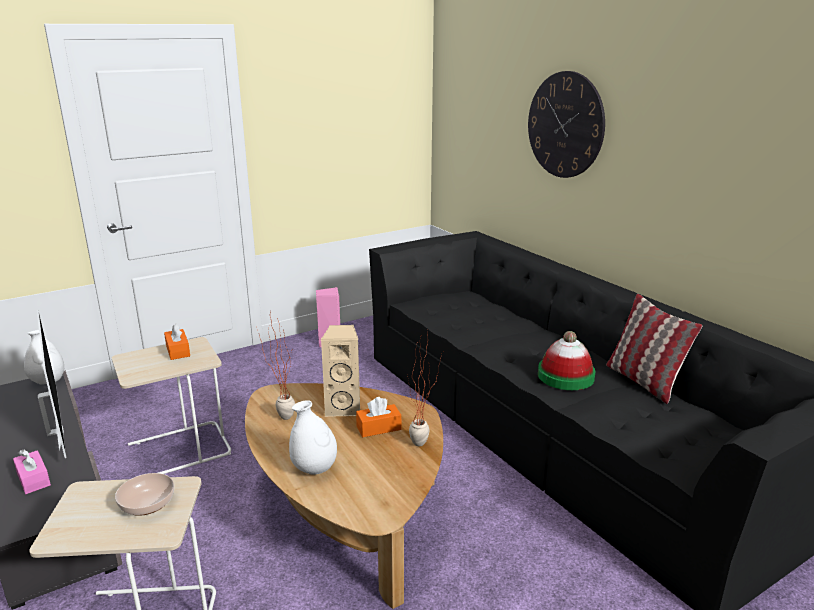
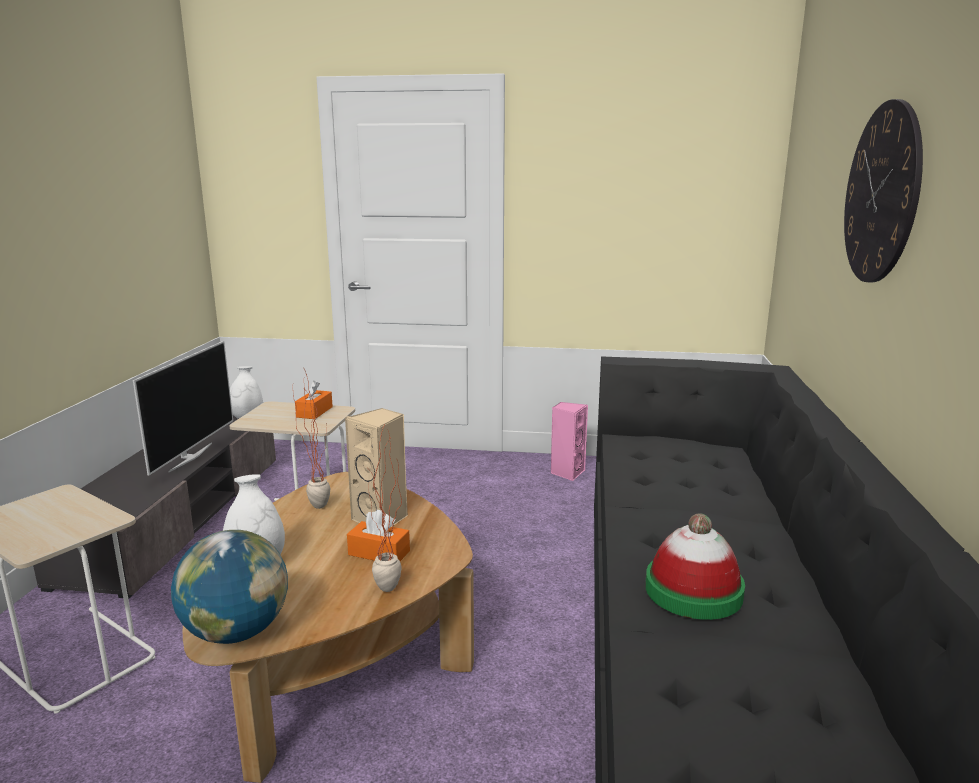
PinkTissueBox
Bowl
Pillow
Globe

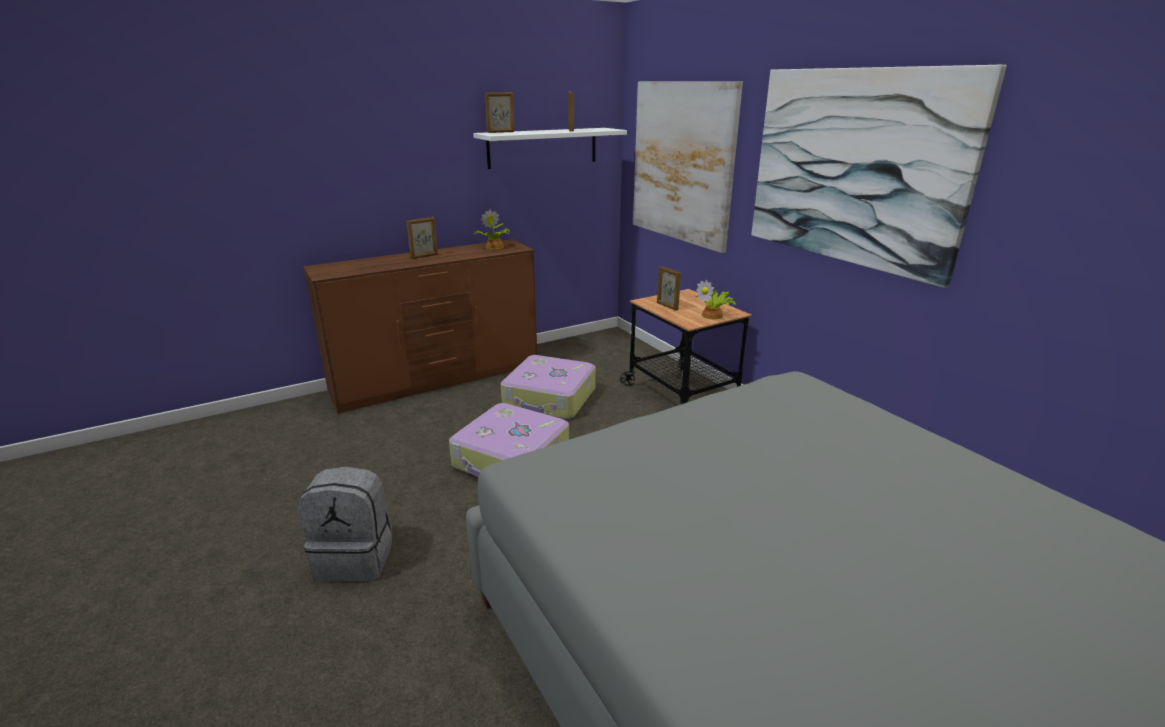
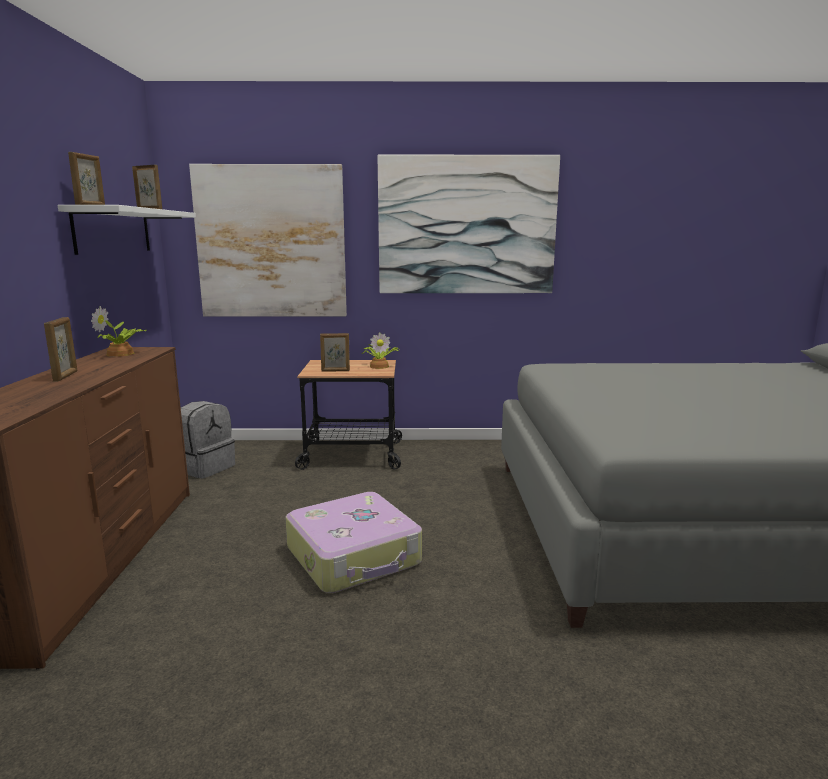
Suitcase (no. 2 from left in the first image)
GreyBackpack

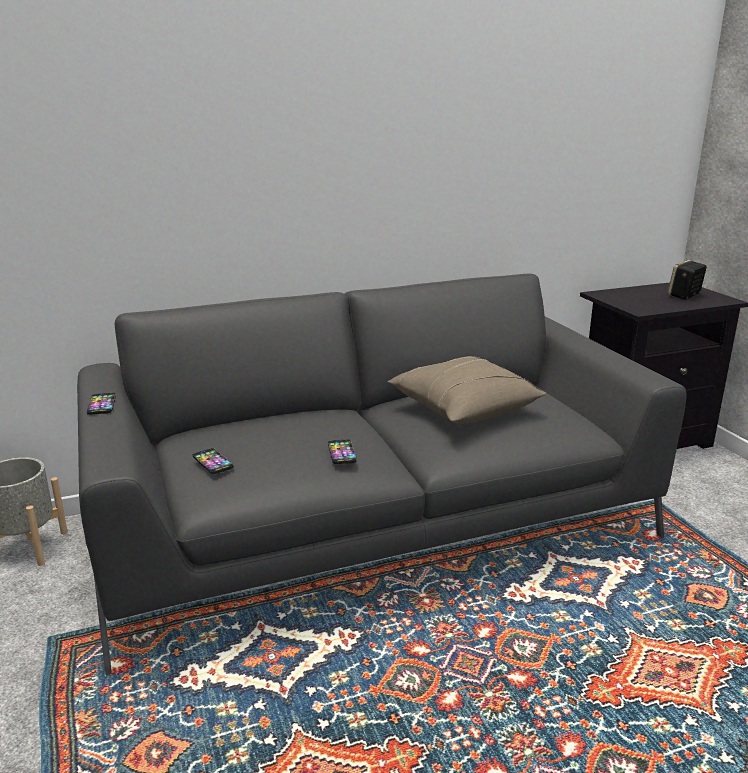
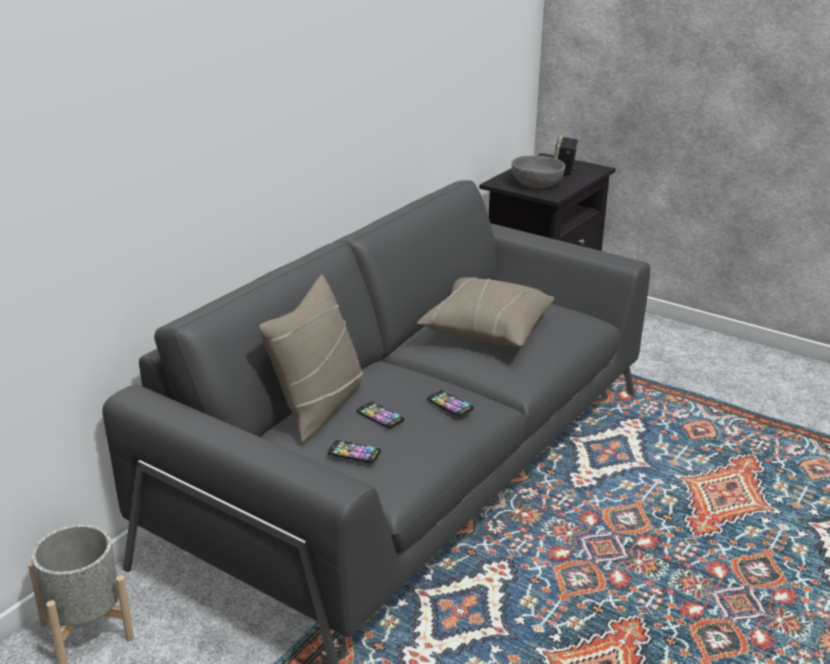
BeigePillow (no. 1 from left)
GreyBowl
Phone (no. 2 from left)

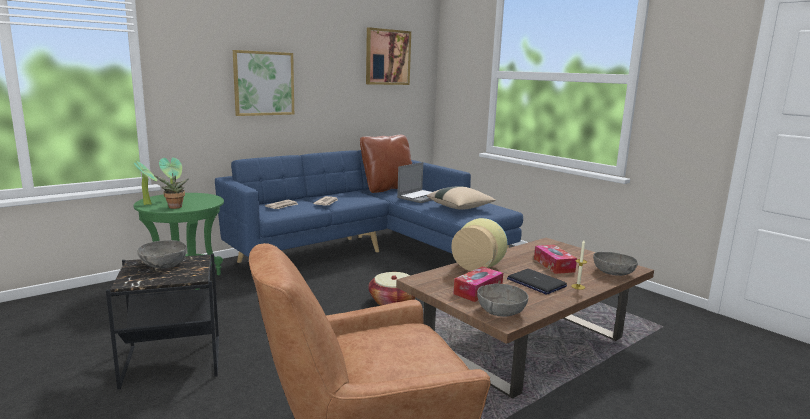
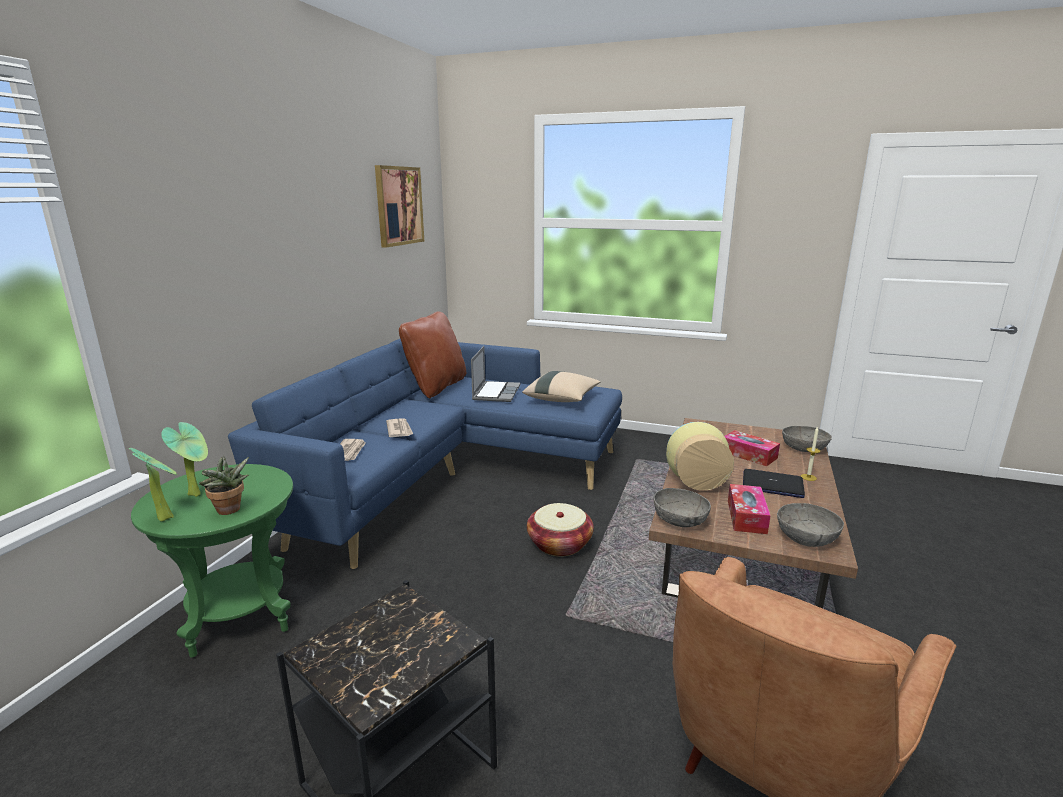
Picture (no. 1 from left in the first image)
GreyBowl (no. 1 from left)

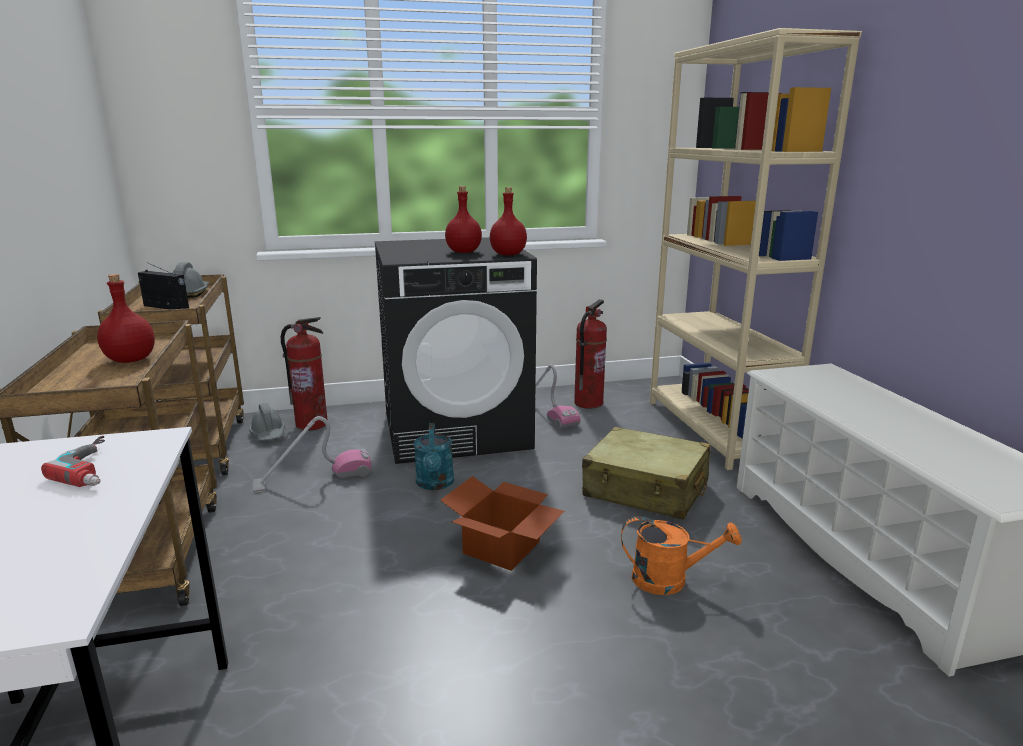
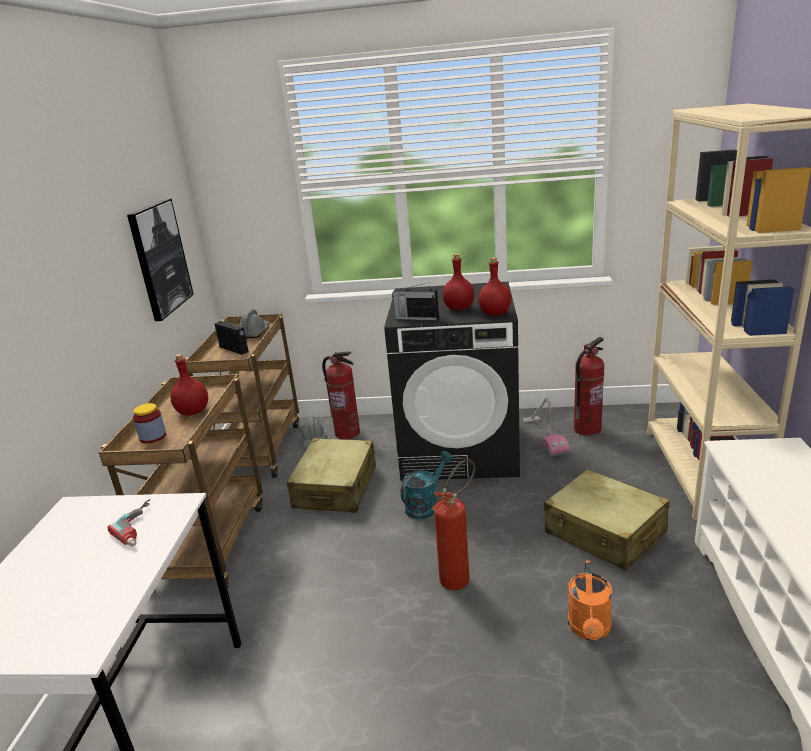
Picture
Jar
Radio (no. 2 from left)
BeigeSuitcase (no. 1 from left)
FireExtinguisher (no. 2 from left)
TurquoiseWateringCan
OrangeWateringCan

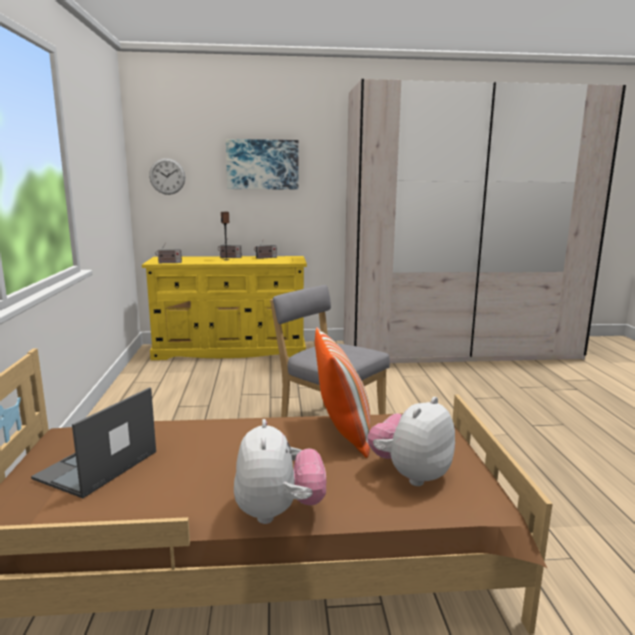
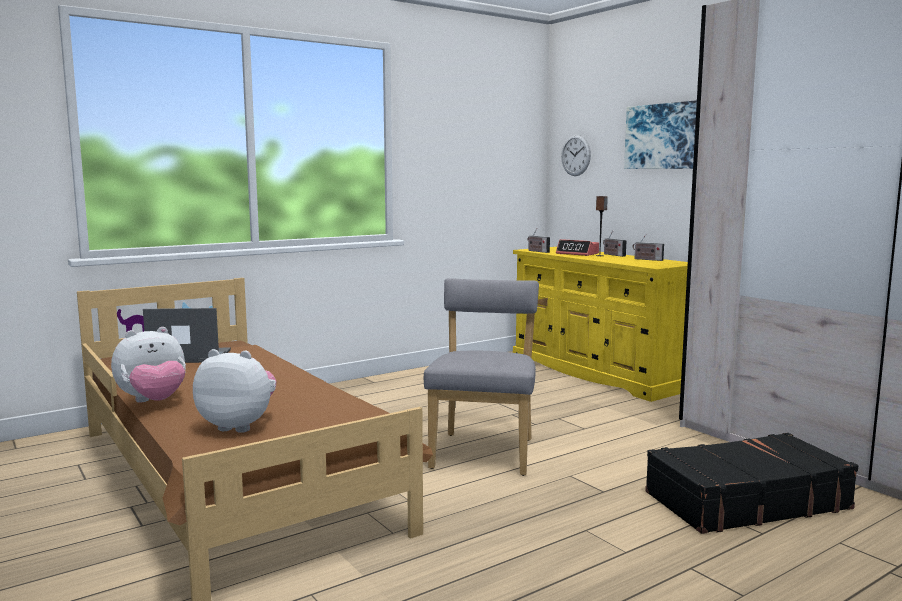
Pillow
AlarmClock
BlackSuitcase

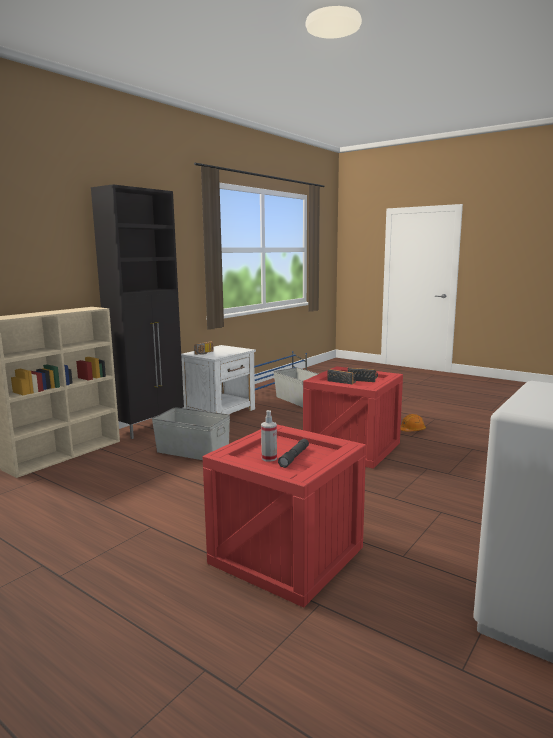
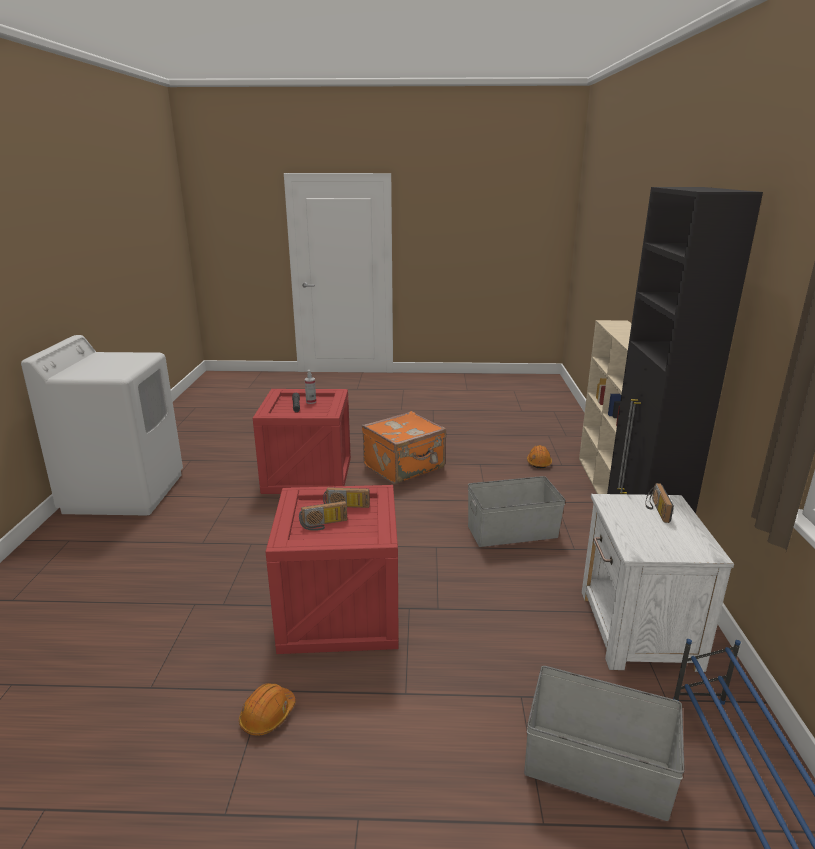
OrangeSuitcase
OrangeHardHat (no. 2 from left)

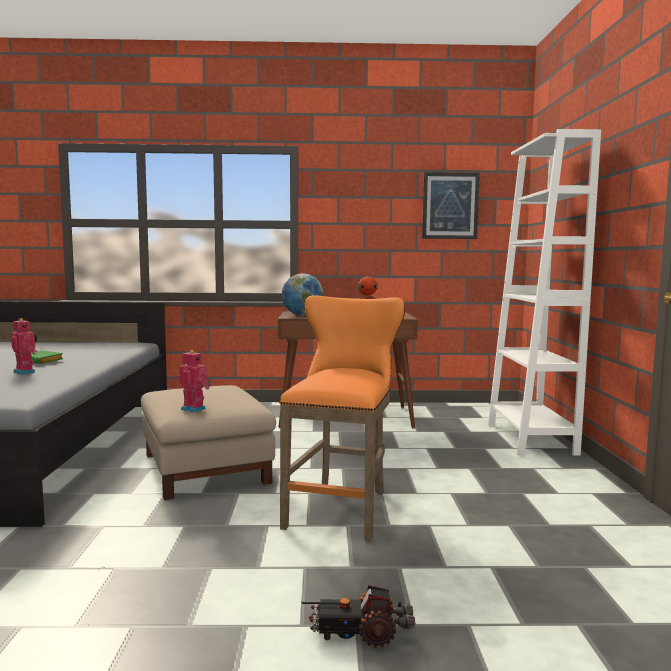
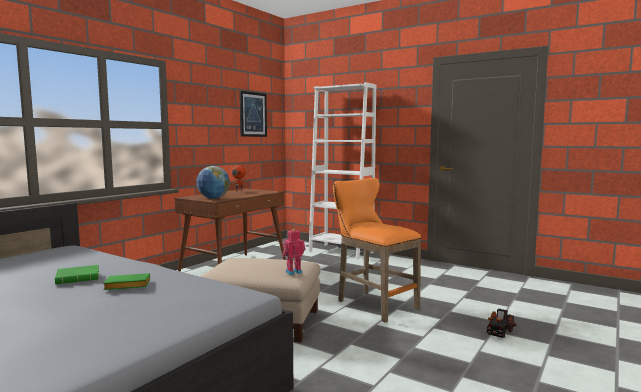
GreenBook (no. 2 from left)

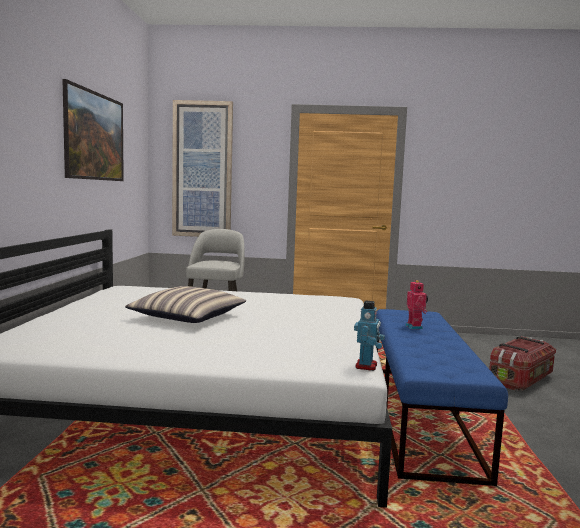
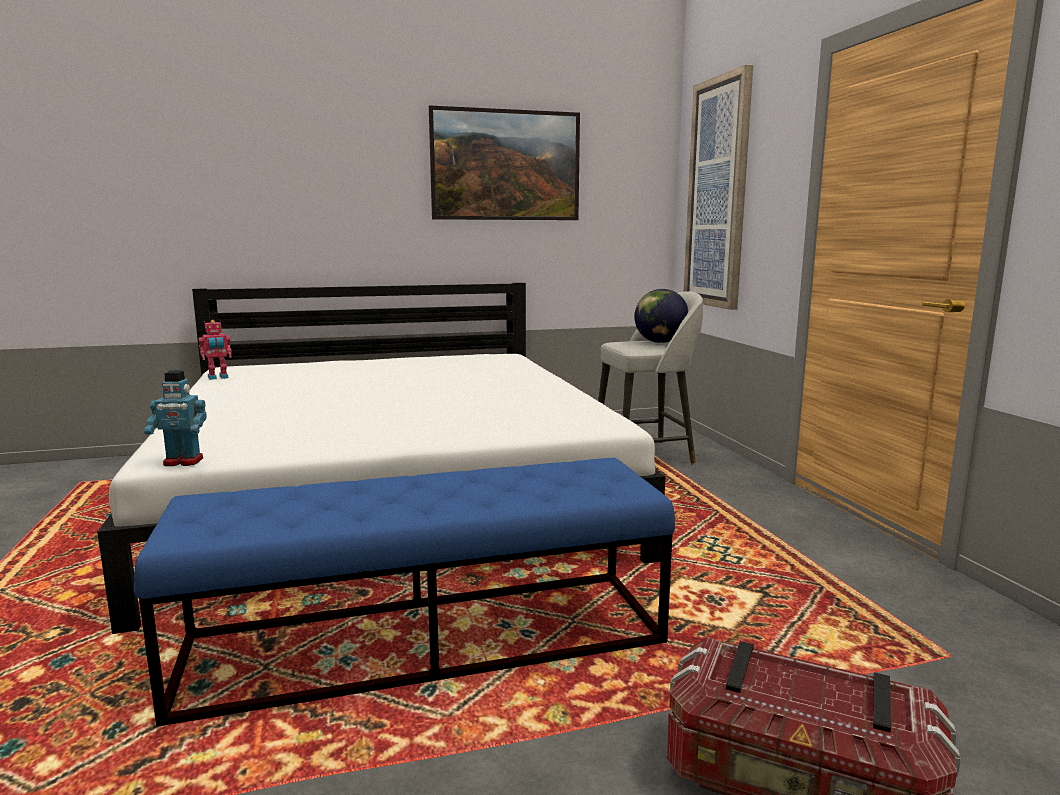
Pillow
Globe
ToyRobot (no. 2 from left)

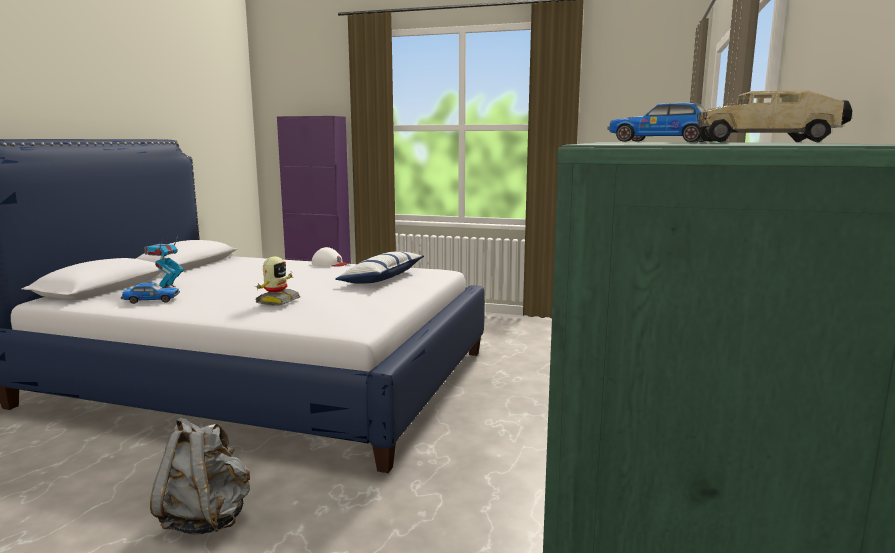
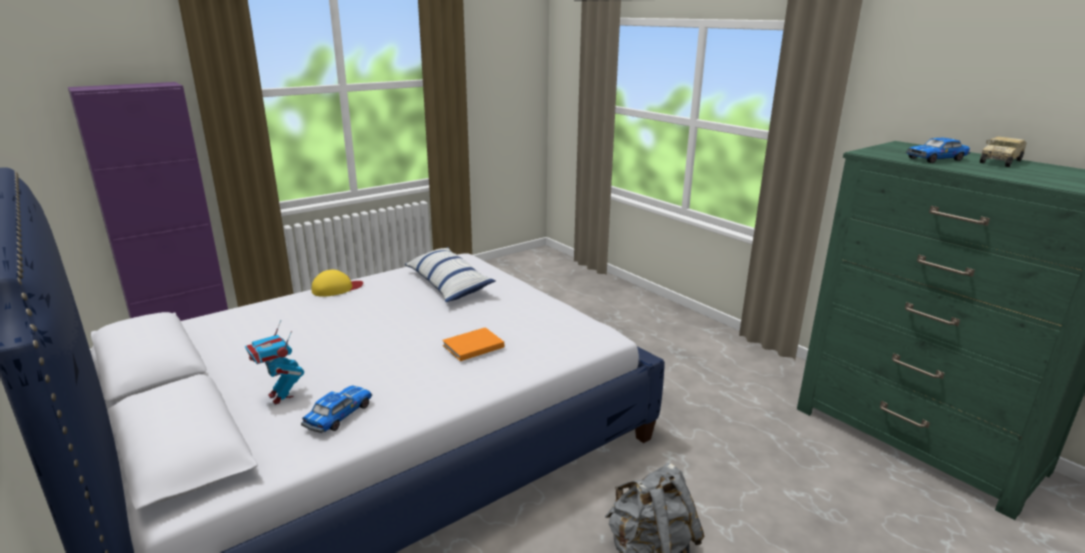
OrangeBook
YellowCap

